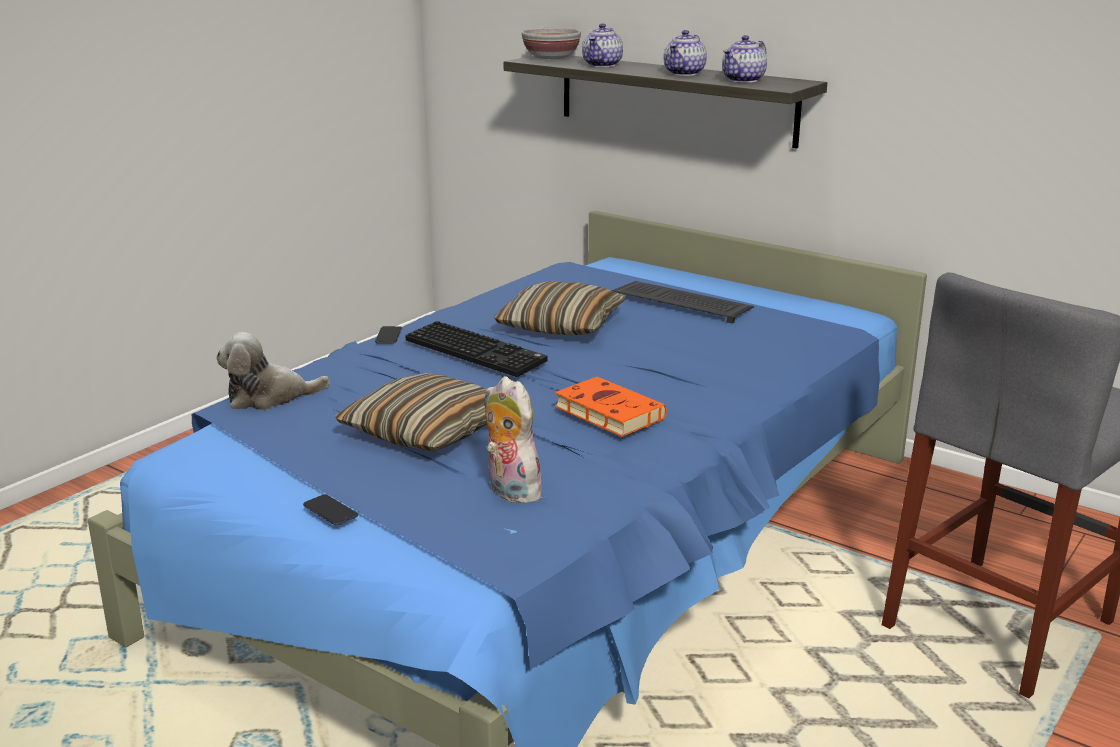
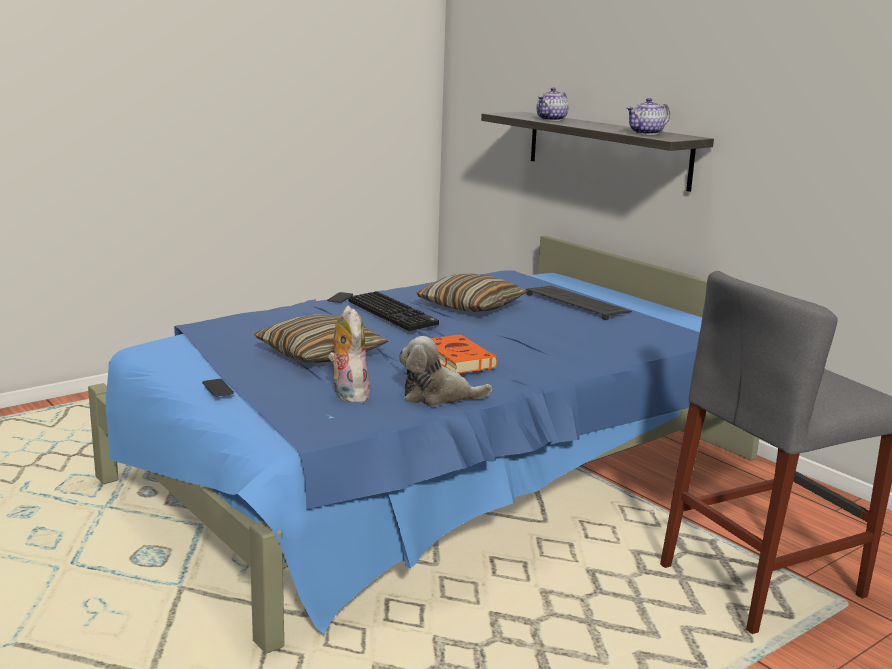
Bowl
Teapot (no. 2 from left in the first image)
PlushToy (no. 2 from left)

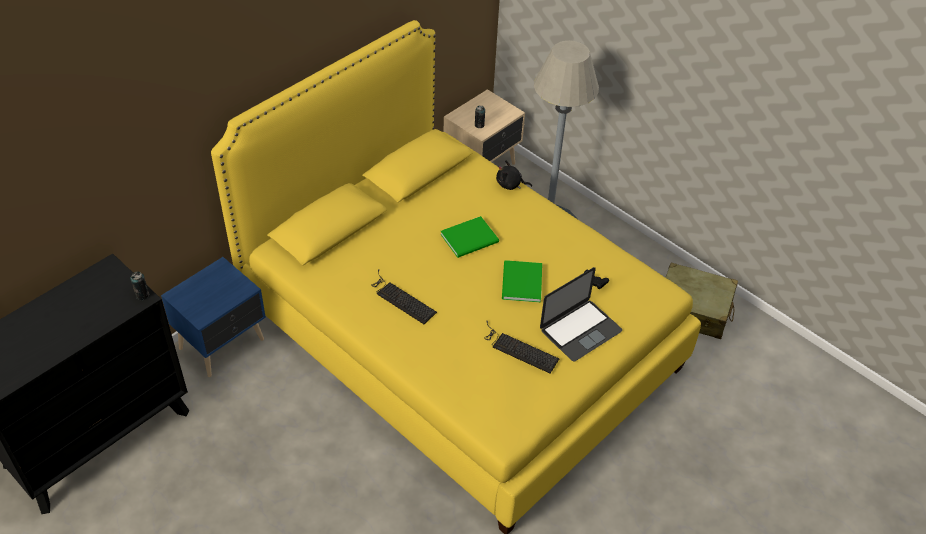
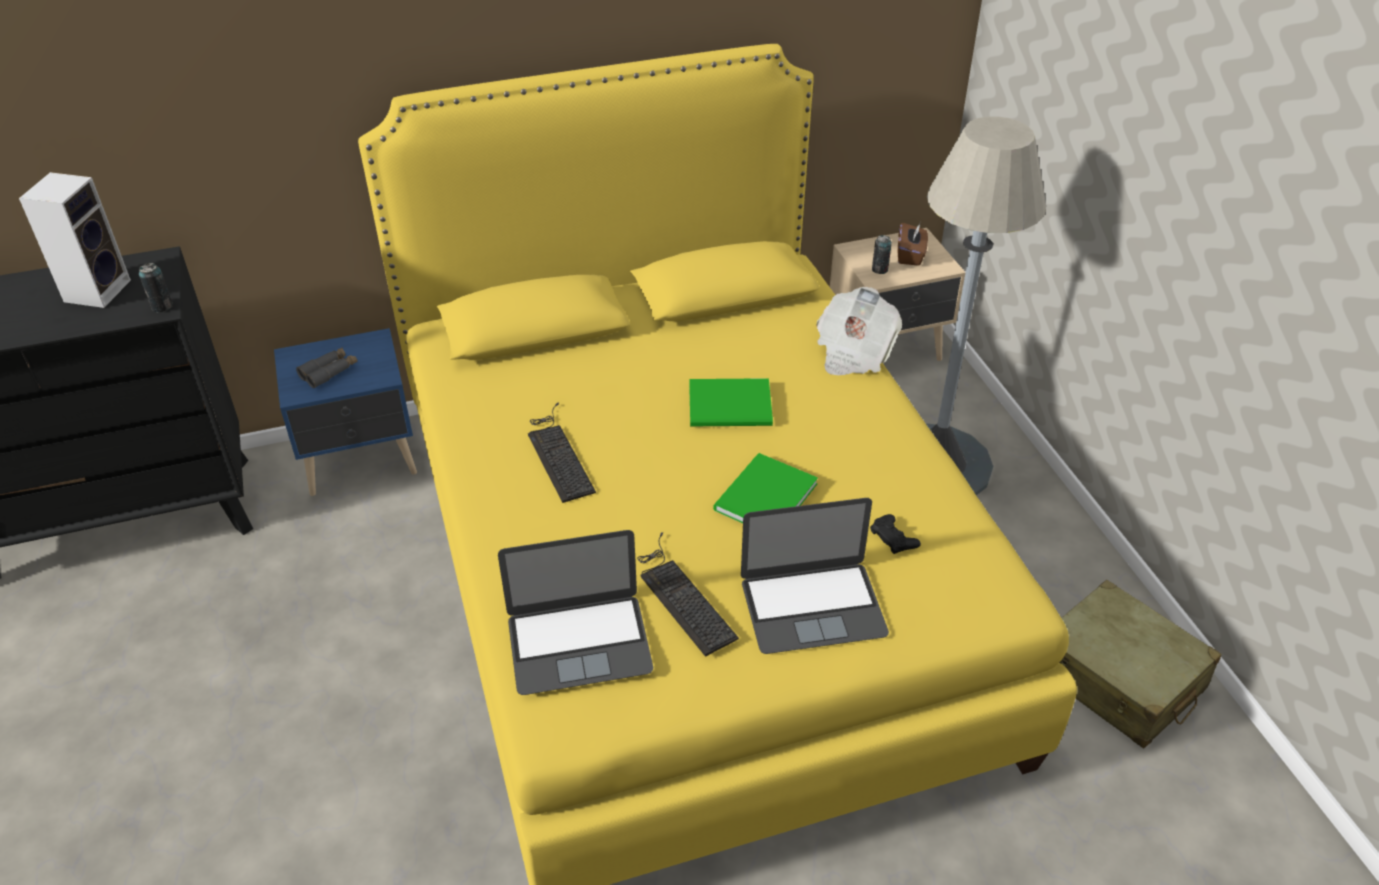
Speaker
GreyBinoculars
Laptop (no. 1 from left)
BrownTissueBox
Newspaper

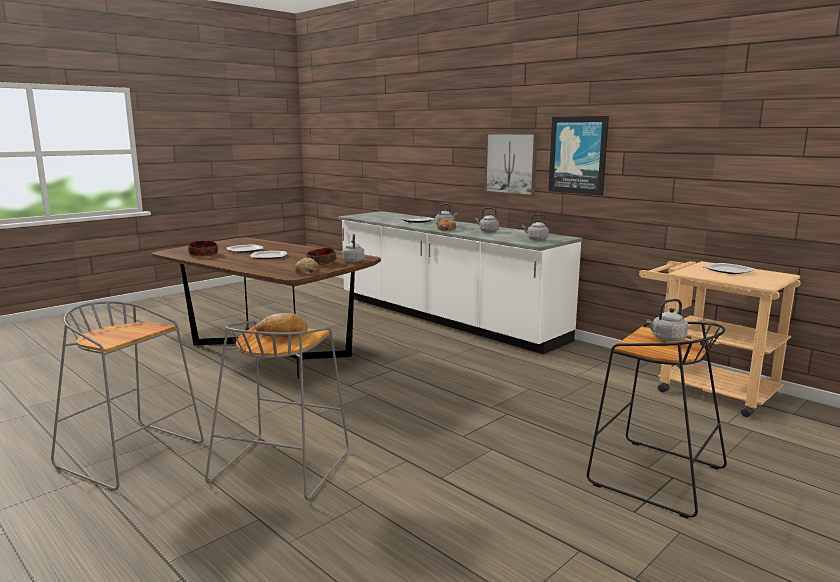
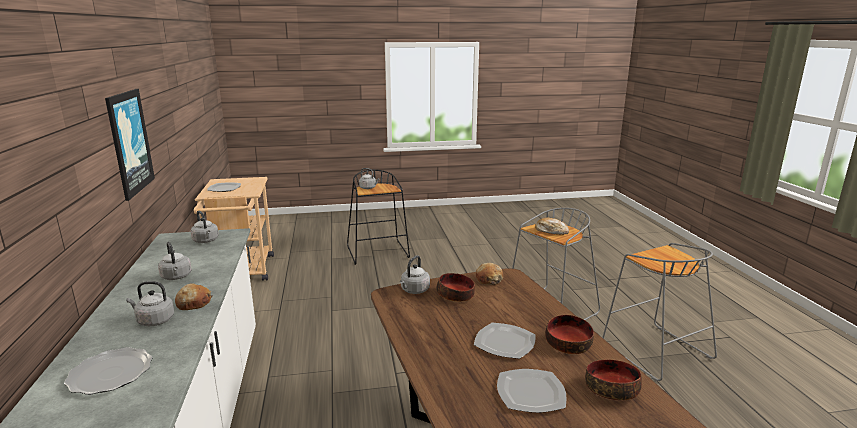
Picture (no. 1 from left in the first image)
Bowl (no. 2 from left)

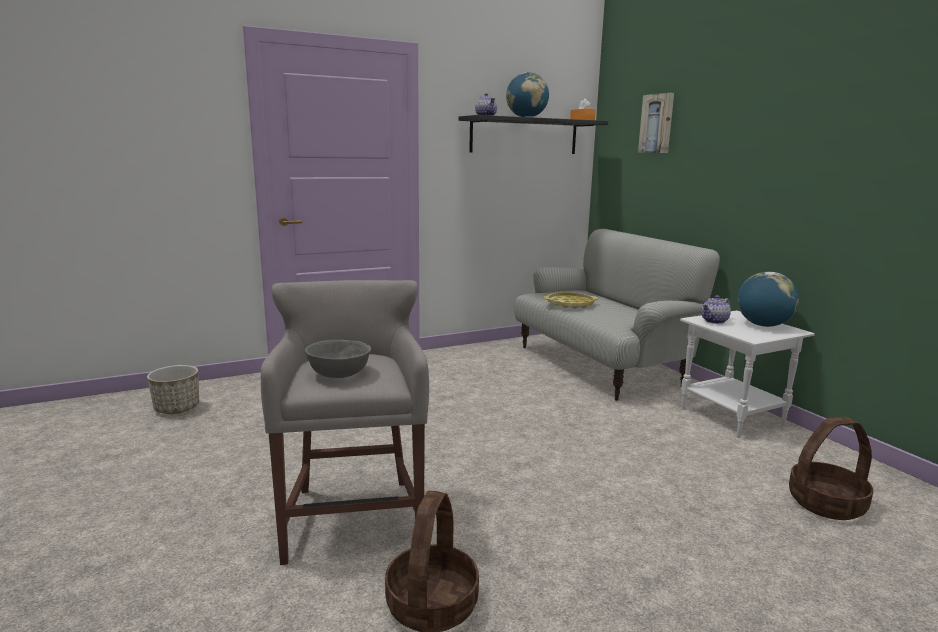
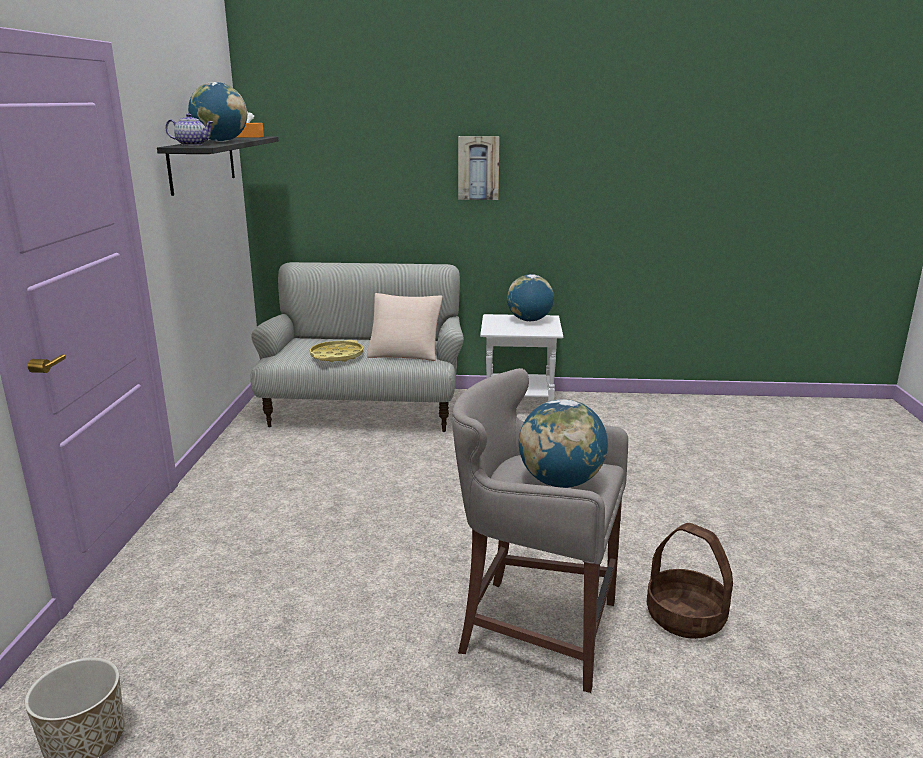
Teapot (no. 2 from left in the first image)
Basket (no. 2 from left in the first image)
BeigePillow
Picture
Globe (no. 3 from left)

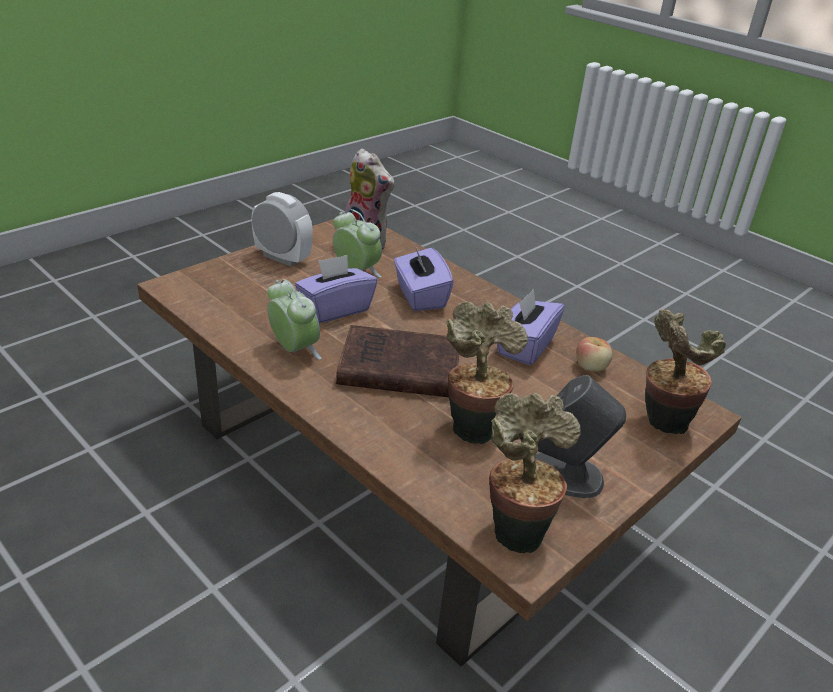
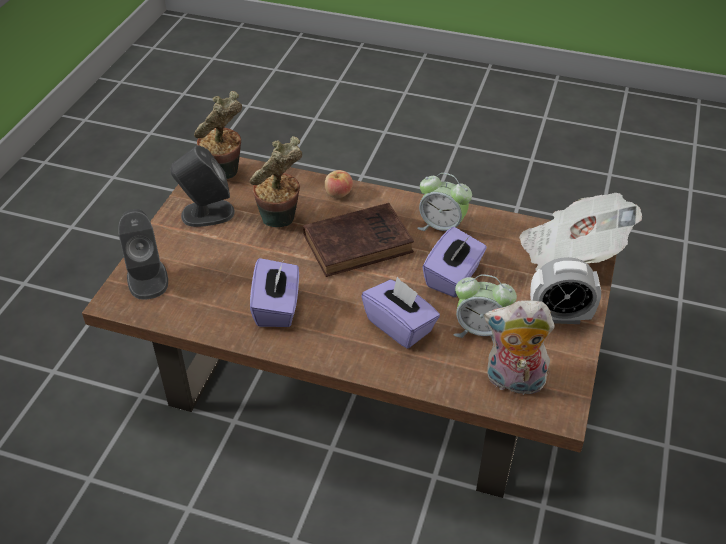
Newspaper
Apple
GreySpeaker (no. 1 from left)

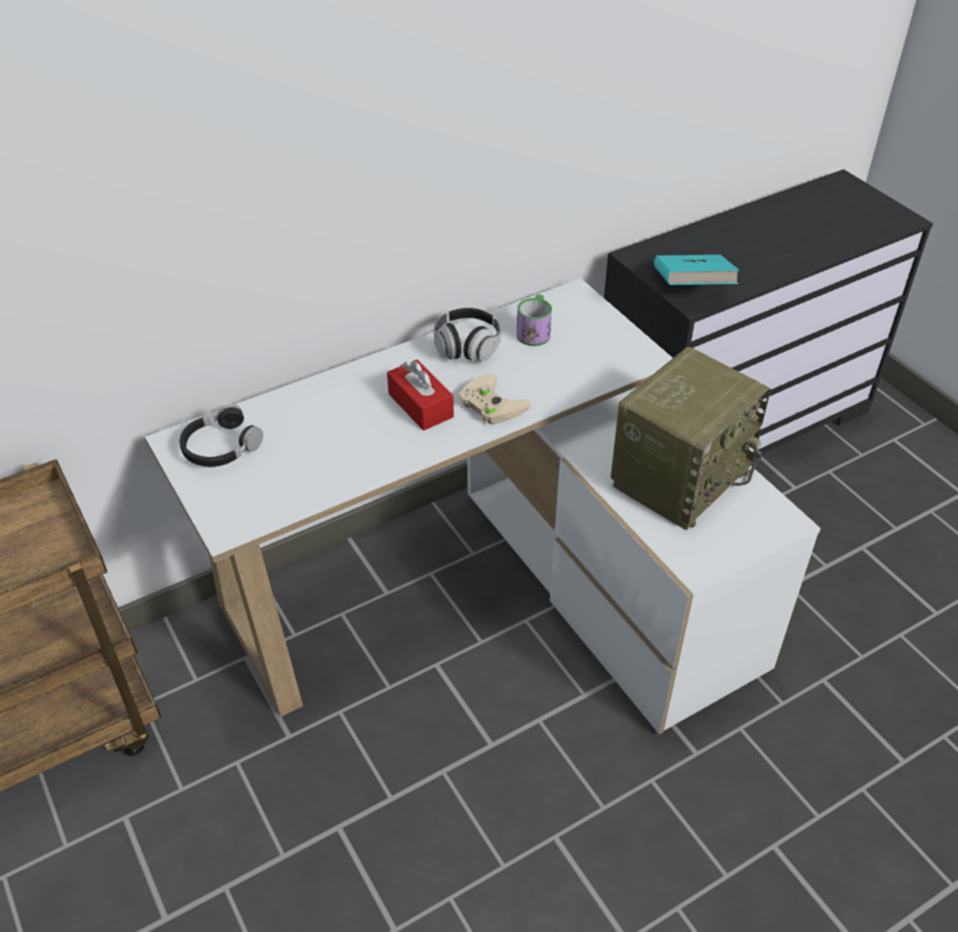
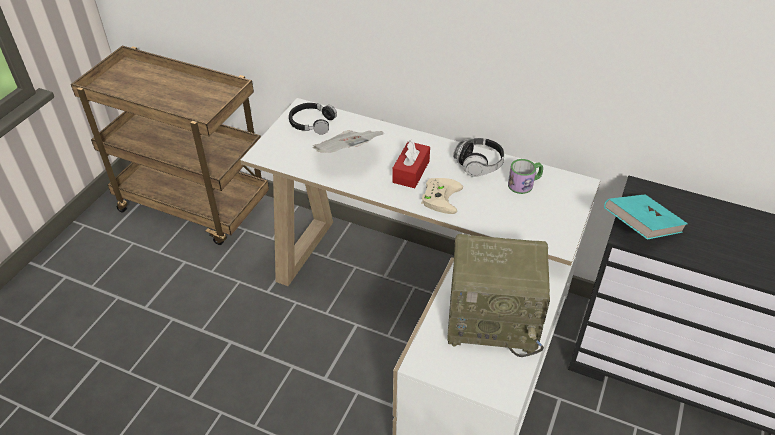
Newspaper

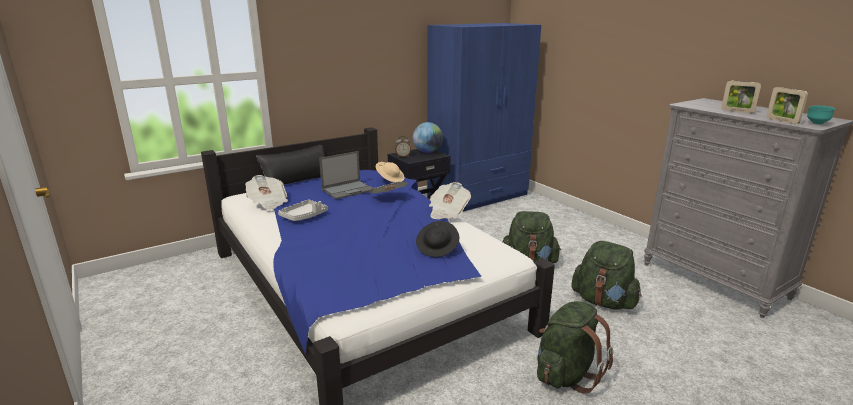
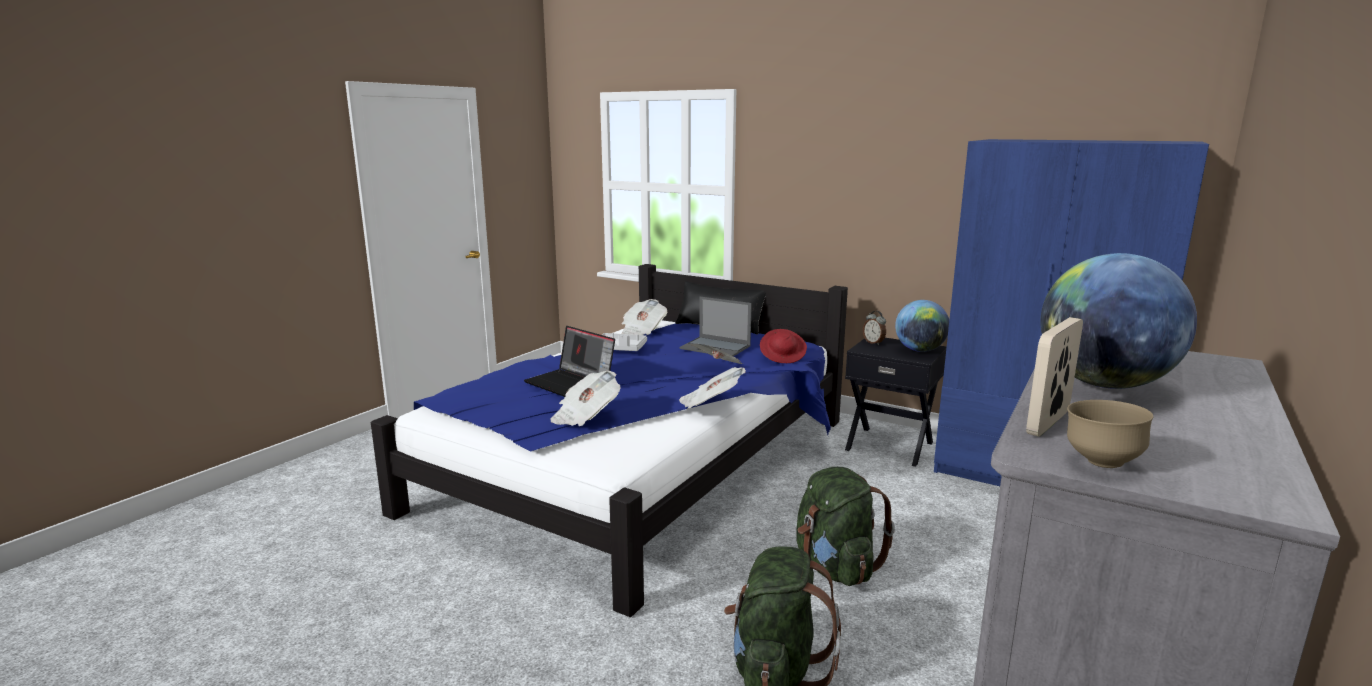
GreenBackpack (no. 2 from left in the first image)
Laptop (no. 1 from left)
Newspaper (no. 1 from left)
Globe (no. 2 from left)
RedHat
BrownBowl

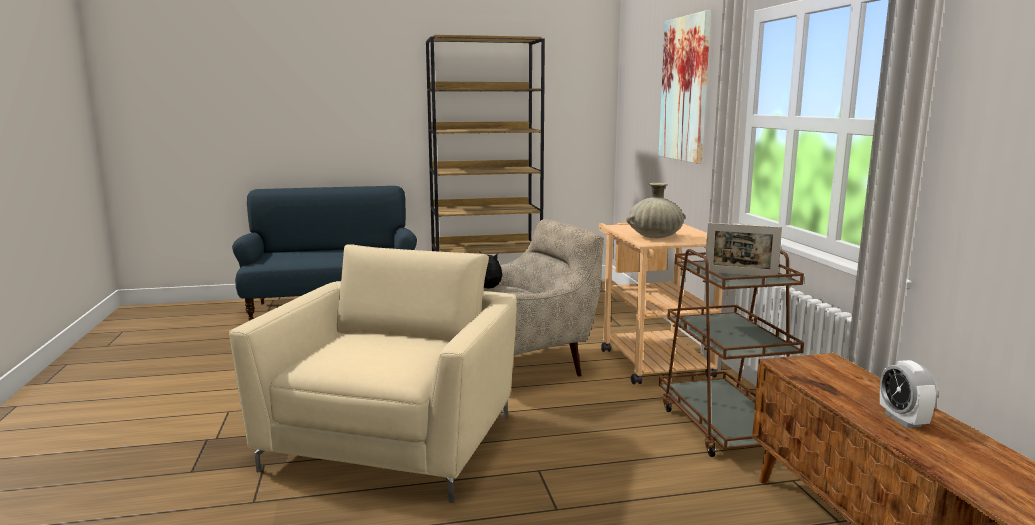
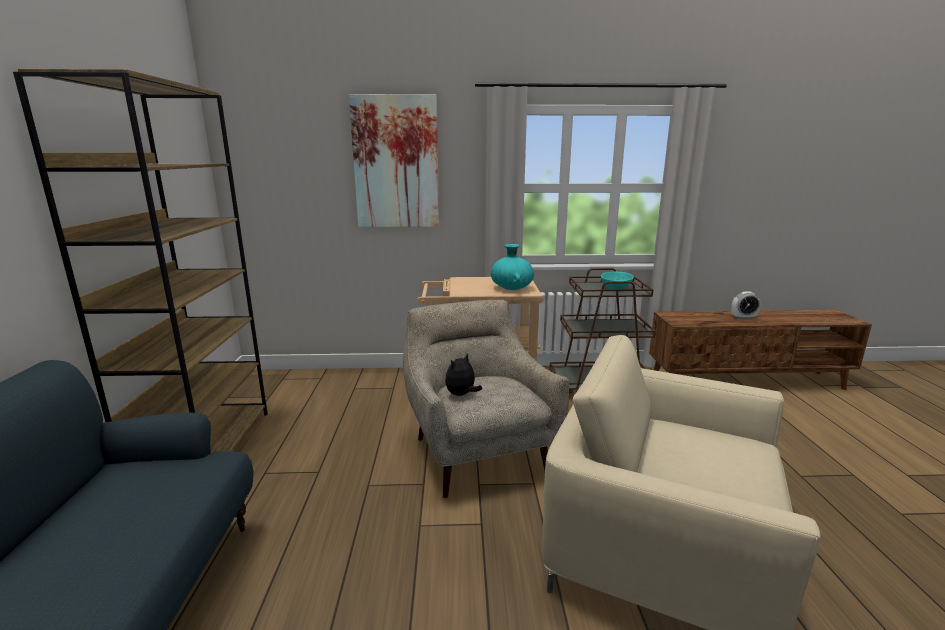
TurquoiseBowl
TurquoiseVase

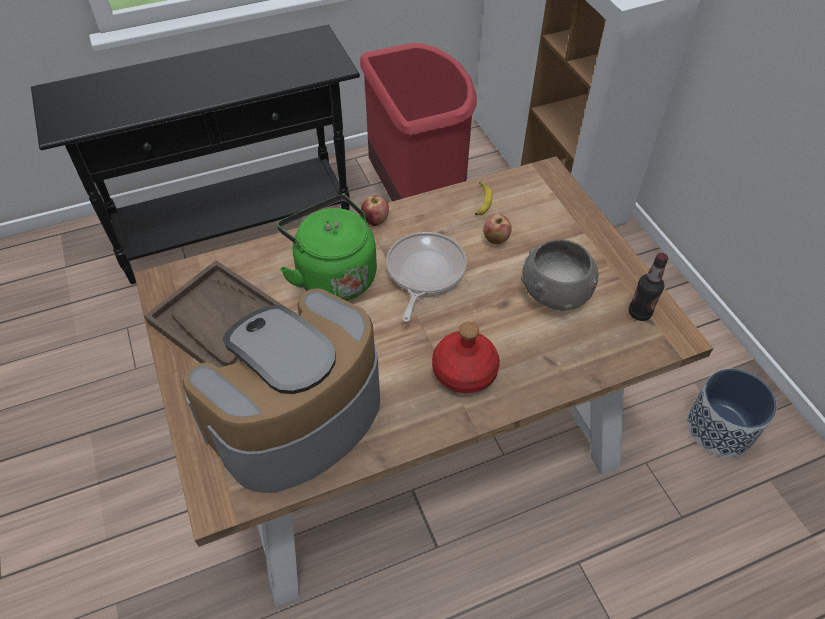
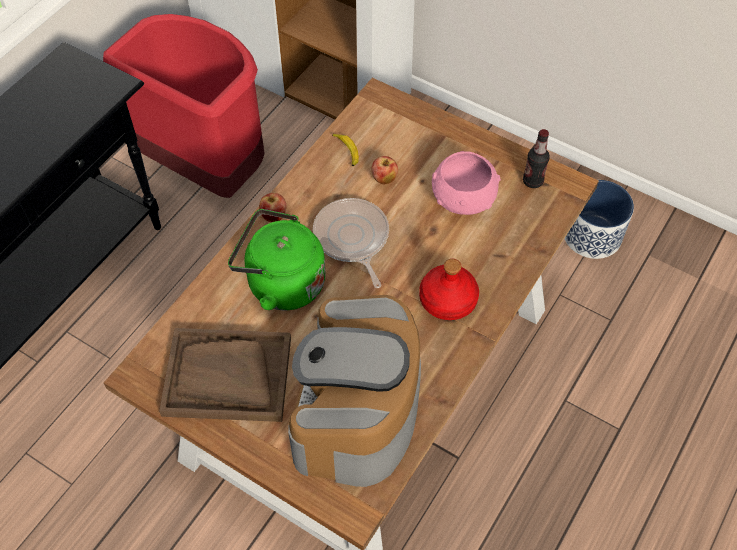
PinkBowl

